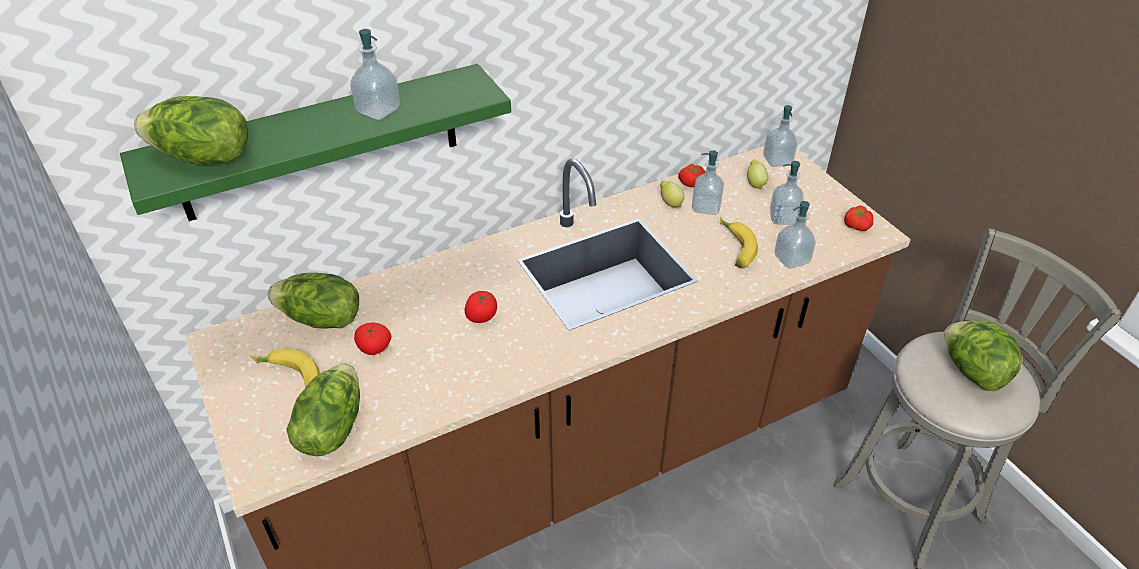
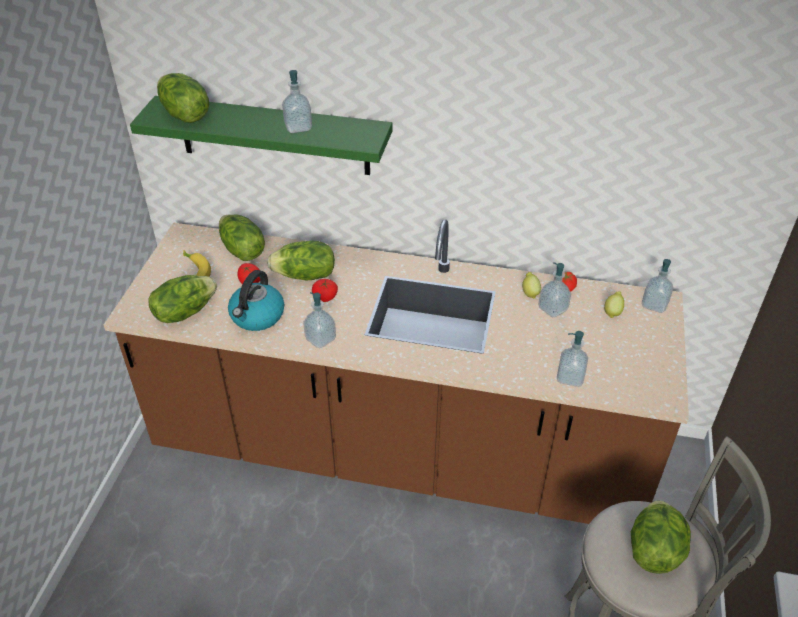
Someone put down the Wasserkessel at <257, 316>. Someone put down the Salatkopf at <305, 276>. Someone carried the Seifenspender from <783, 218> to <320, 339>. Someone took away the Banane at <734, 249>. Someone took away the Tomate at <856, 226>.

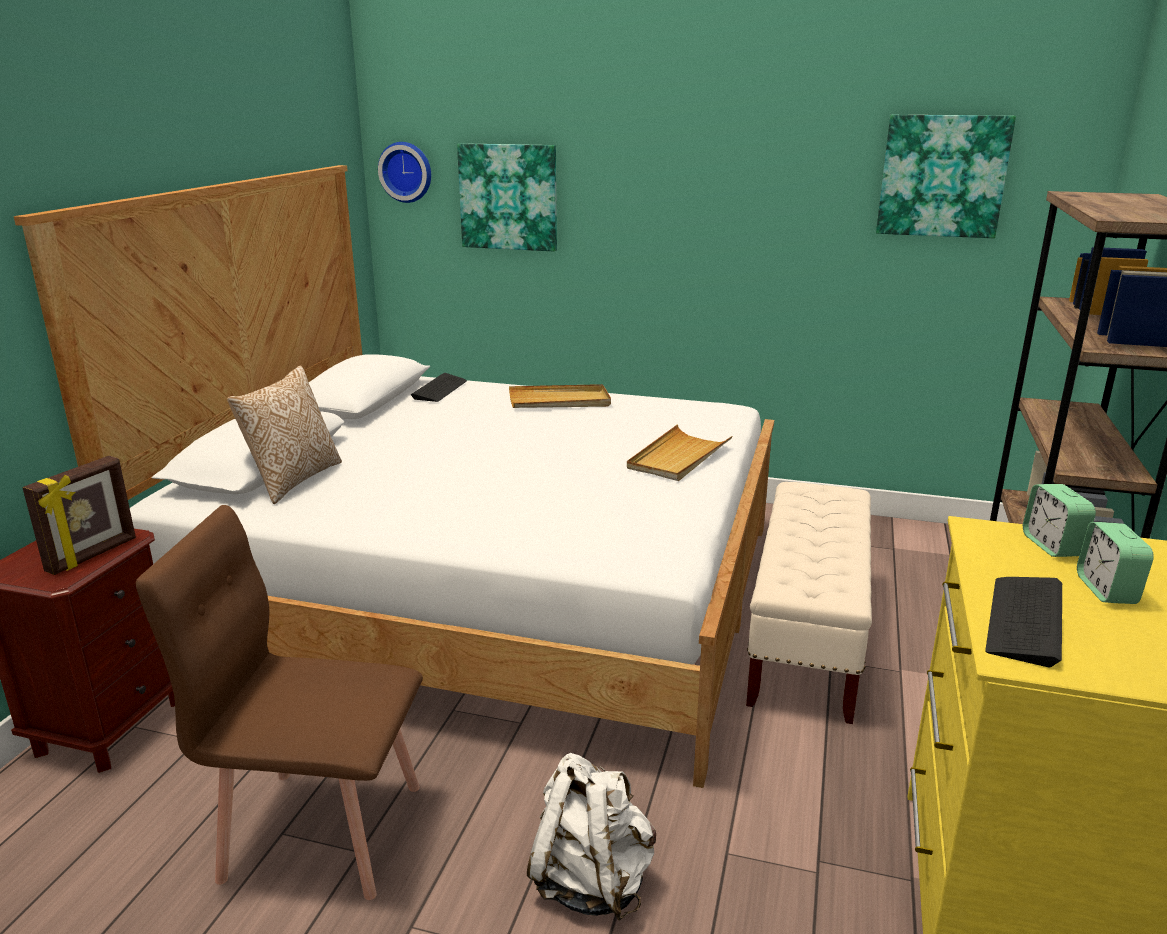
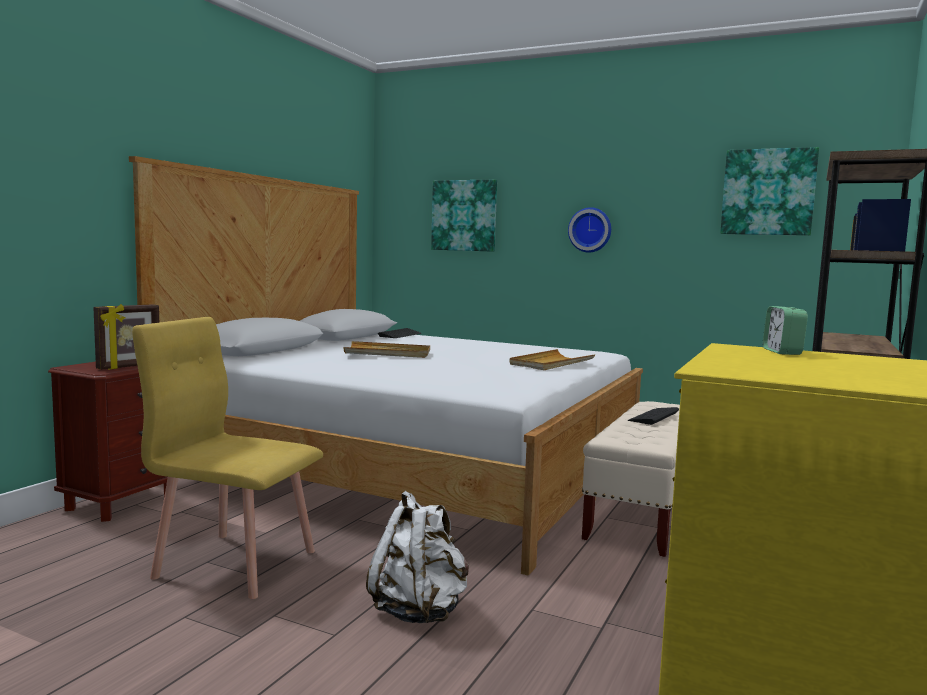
Someone repainted the Stuhl (braun) at <322, 830>, which became the Stuhl (gelb) at <235, 563>. Someone carried the Tablett (beige) from <559, 401> to <388, 353>. Someone carried the Wanduhr from <406, 172> to <590, 230>. Someone carried the Tastatur from <1024, 620> to <653, 416>. Someone took away the Kissen at <293, 480>. Someone took away the Wecker at <1106, 590>.

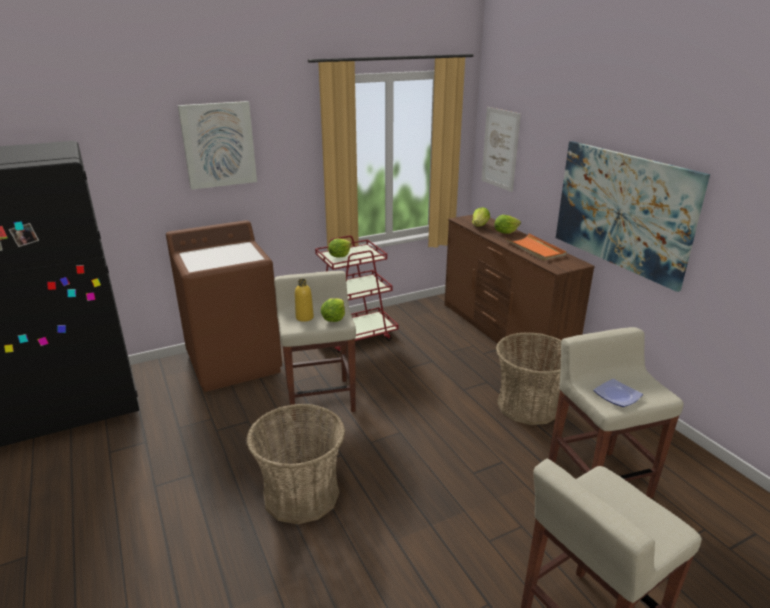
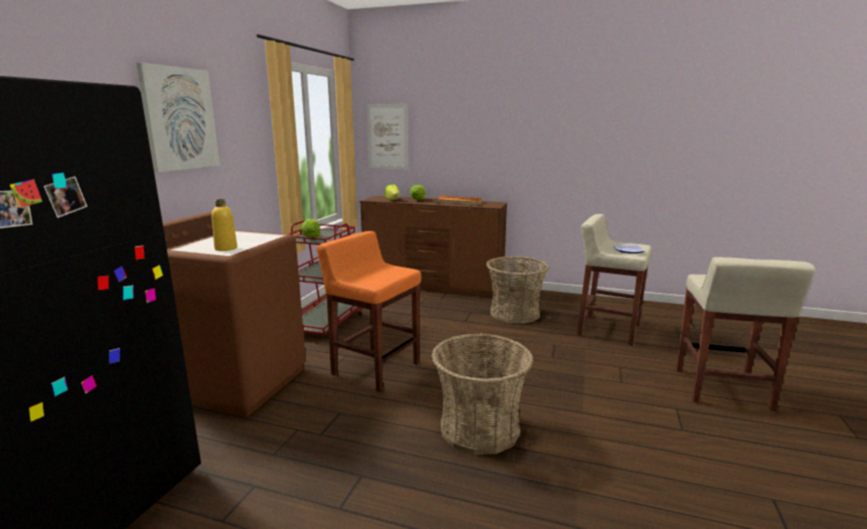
Someone carried the Flasche (gelb) from <304, 317> to <226, 248>. Someone repainted the Hocker (beige) at <320, 398>, which became the Hocker (orange) at <375, 368>. Someone took away the Salatkopf at <334, 319>. Someone took away the Bild at <622, 210>.

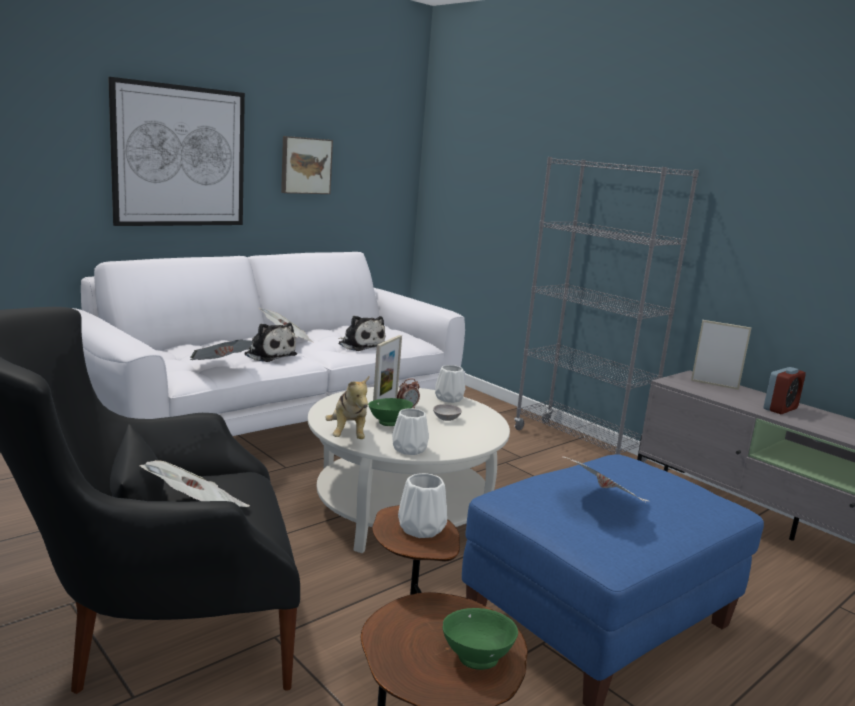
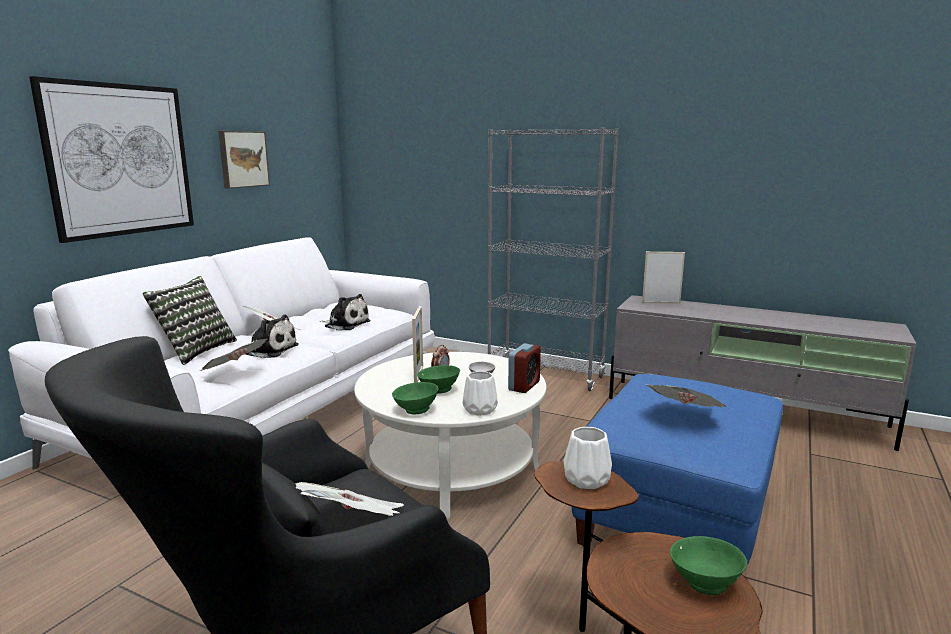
Someone put down the Kissen at <195, 351>. Someone swapped the Plüschtier at <348, 435> for the Schüssel (grün) at <415, 410>. Someone carried the Wecker from <780, 409> to <524, 386>. Someone took away the Vase (weiß) at <448, 398>.

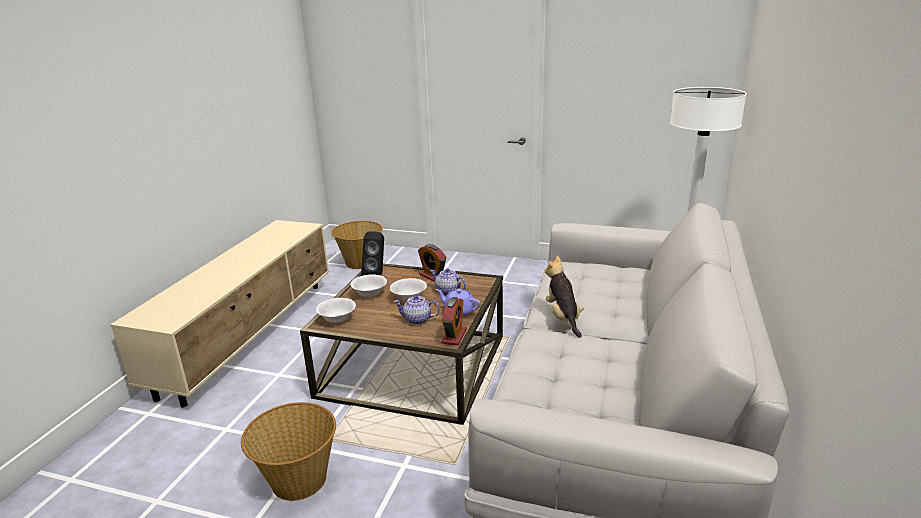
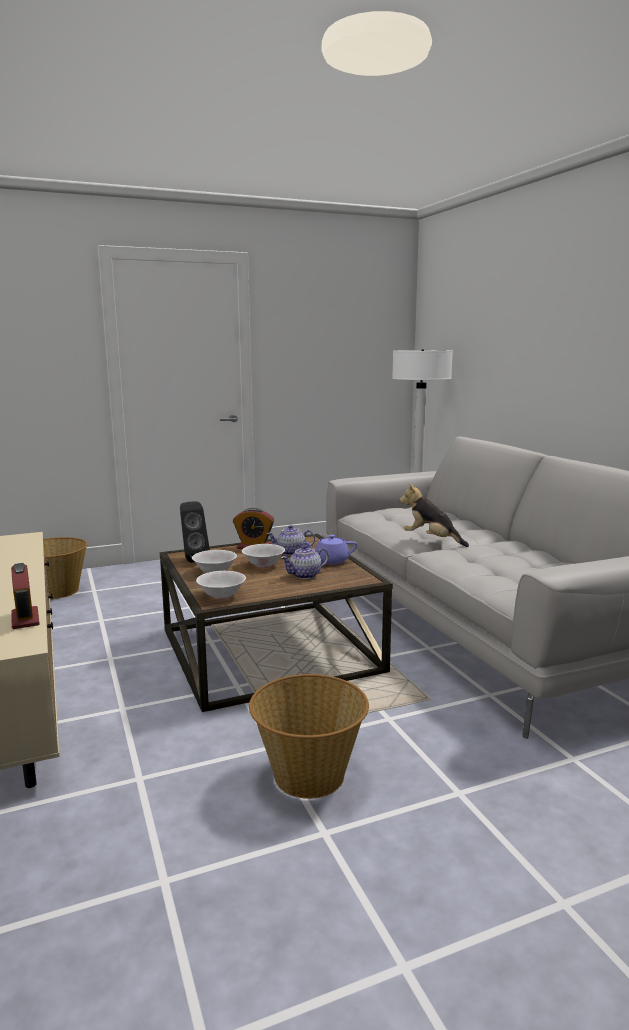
Someone carried the Wecker from <454, 336> to <25, 619>.

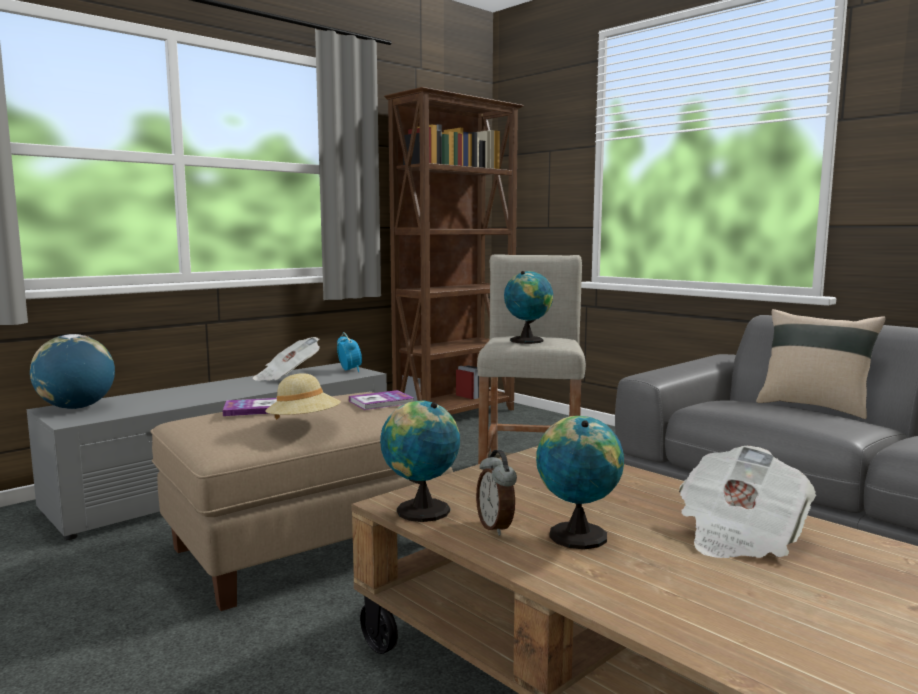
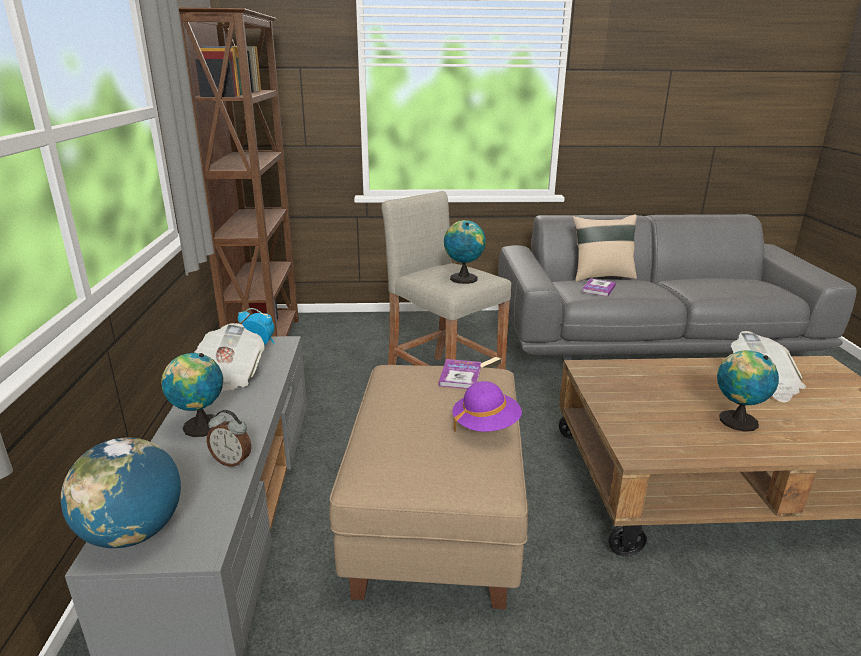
Someone carried the Globus from <419, 510> to <199, 427>. Someone carried the Wecker from <496, 527> to <232, 461>. Someone repainted the Hut (beige) at <304, 424>, which became the Hut (lila) at <486, 425>. Someone carried the Buch from <254, 409> to <598, 288>.

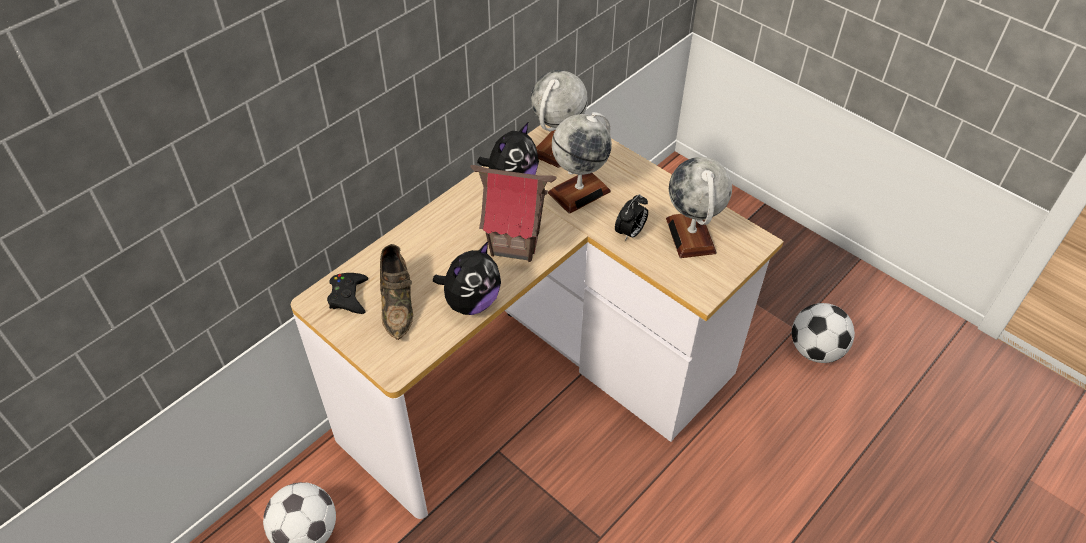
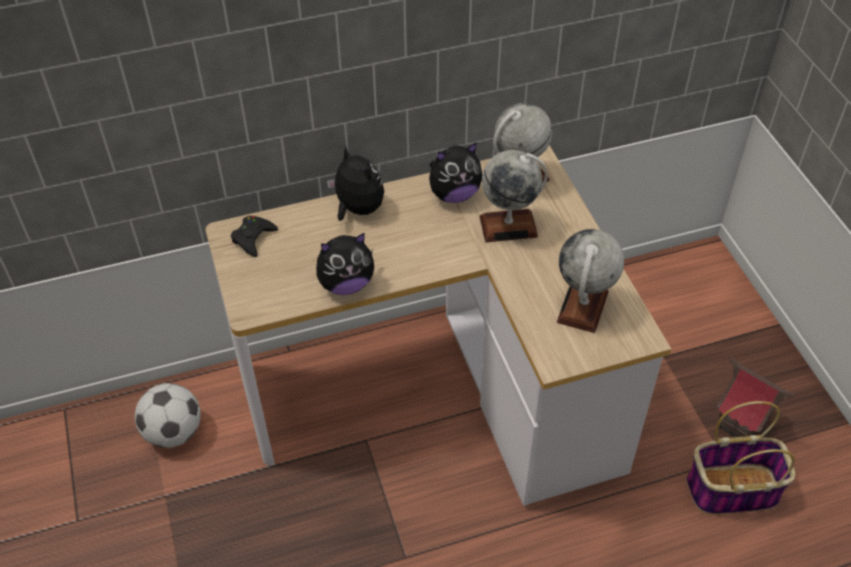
Someone put down the Plüschtier at <357, 209>. Someone swapped the Fußball at <815, 350> for the Korb at <731, 490>. Someone carried the Spielzeughaus from <514, 243> to <741, 424>. Someone took away the Schuh (braun) at <398, 303>. Someone took away the Wecker at <630, 233>.

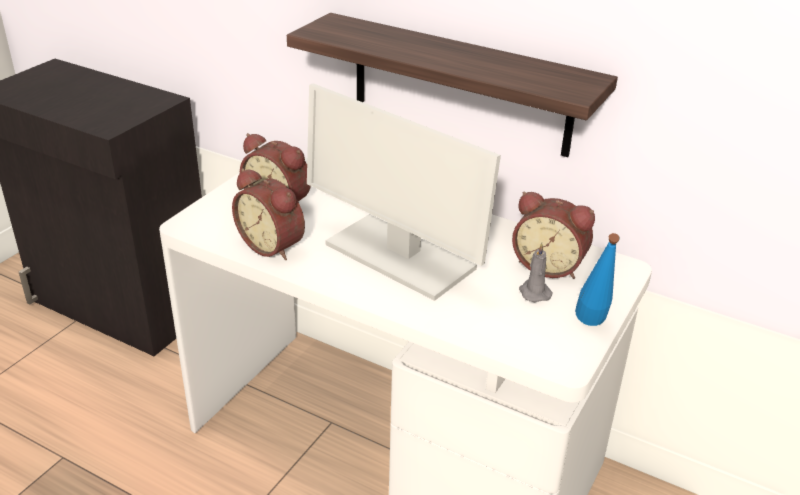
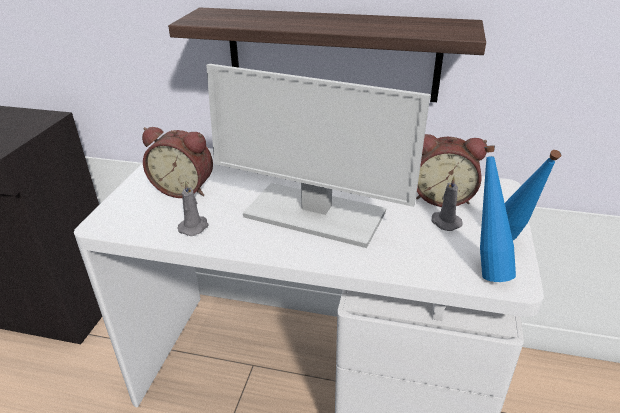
Someone swapped the Wecker at <273, 245> for the Kerze (grau) at <194, 227>. Someone put down the Flasche (blau) at <485, 268>.

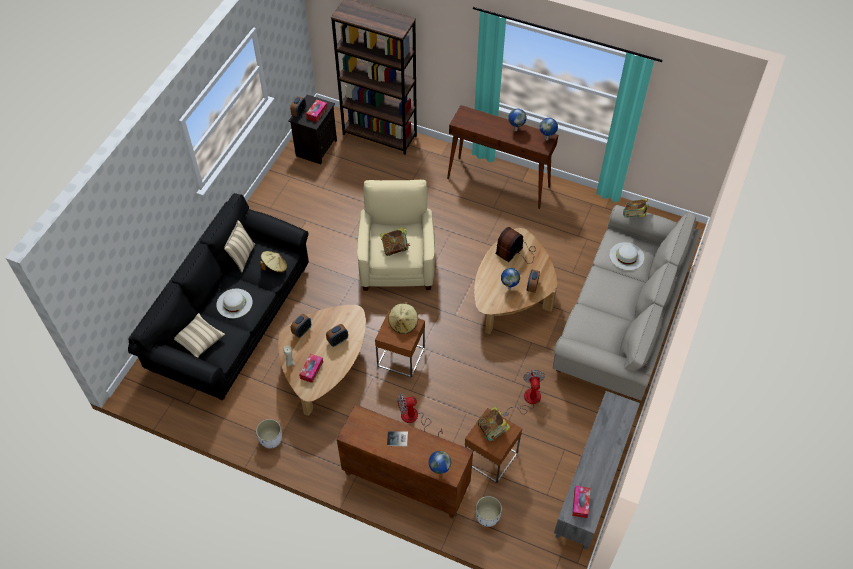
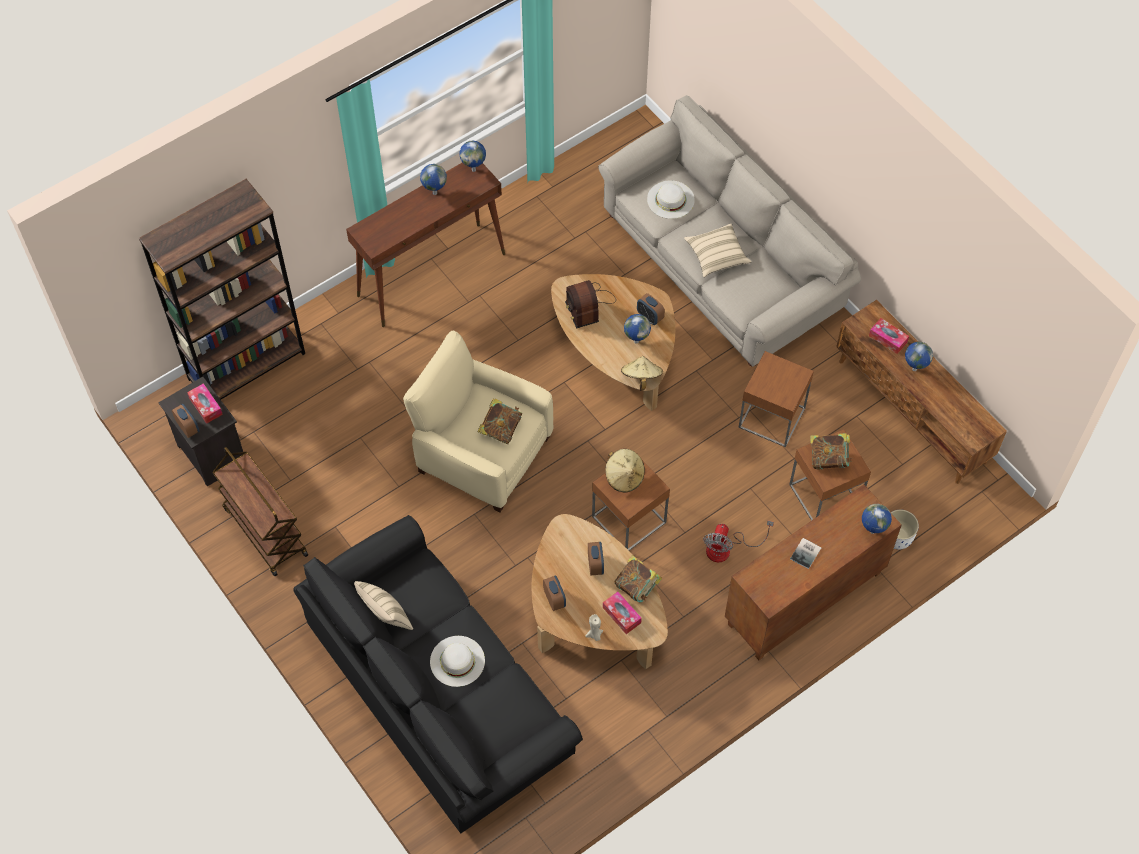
Someone put down the Rollwagen (braun) at <265, 531>. Someone carried the Buch from <634, 215> to <637, 586>. Someone carried the Hut (beige) from <274, 267> to <641, 378>. Someone carried the Kissen (beige) from <199, 340> to <716, 256>. Someone swapped the Ventilator at <527, 400> for the Beistelltisch (braun) at <772, 417>. Someone repainted the Fernsehschrank (grau) at <593, 482>, which became the Fernsehschrank (braun) at <912, 411>. Someone carried the Taschentuchbox from <580, 503> to <888, 339>. Someone put down the Globus at <913, 369>. Someone took away the Pflanzkübel (weiß) at <270, 439>.

